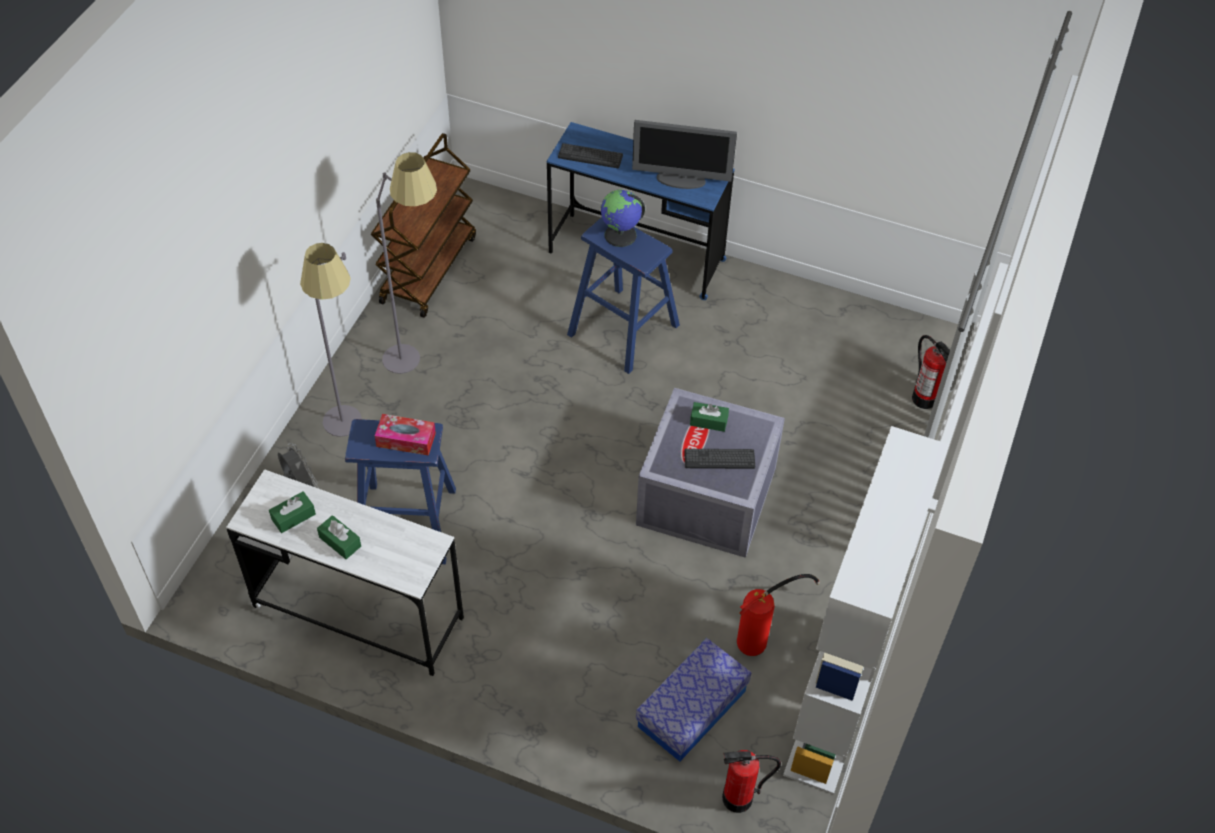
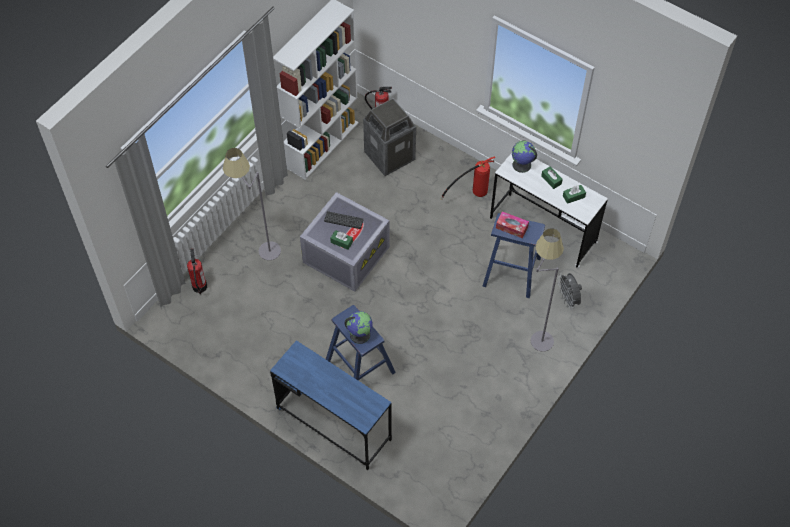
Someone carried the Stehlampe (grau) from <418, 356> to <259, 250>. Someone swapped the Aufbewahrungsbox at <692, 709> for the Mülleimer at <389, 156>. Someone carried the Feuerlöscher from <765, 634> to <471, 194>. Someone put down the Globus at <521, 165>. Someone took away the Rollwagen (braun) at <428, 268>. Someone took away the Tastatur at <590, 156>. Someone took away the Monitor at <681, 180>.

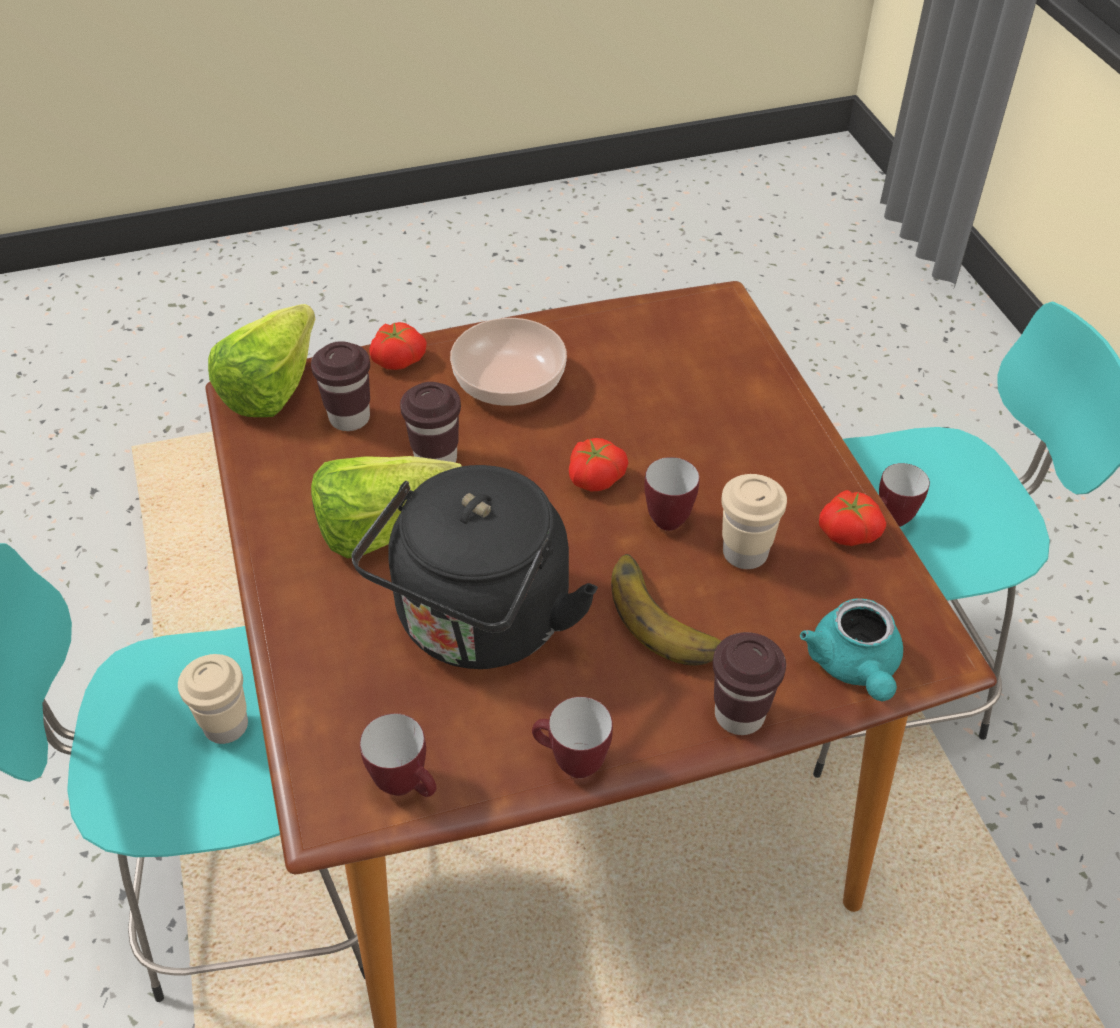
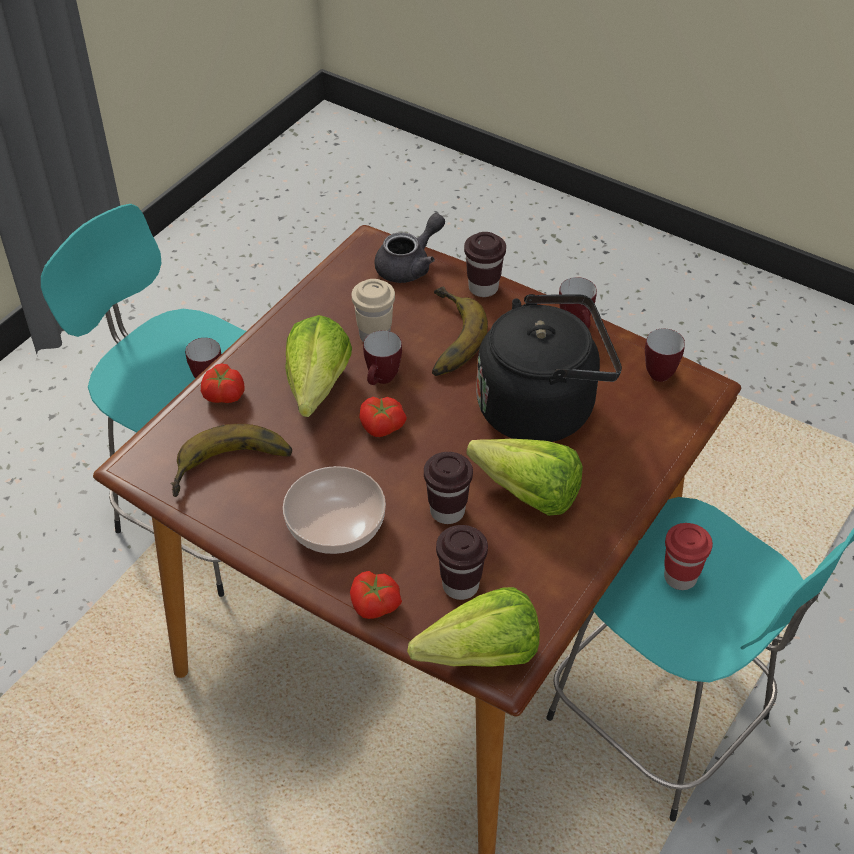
Someone put down the Banane at <233, 470>. Someone carried the Tomate from <848, 531> to <223, 395>. Someone put down the Salatkopf at <313, 394>. Someone repainted the Teekanne (türkis) at <854, 667>, which became the Teekanne (grau) at <410, 265>. Someone repainted the Tasse (beige) at <226, 726>, which became the Tasse (rot) at <680, 577>.

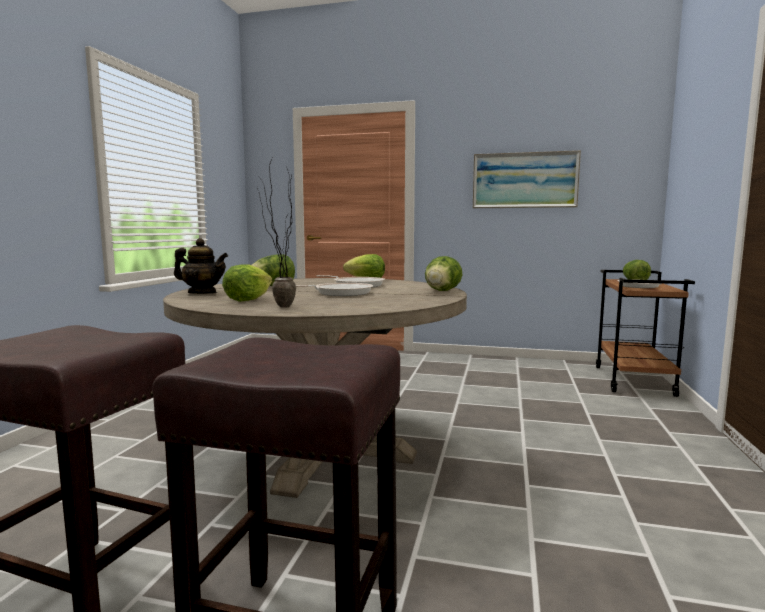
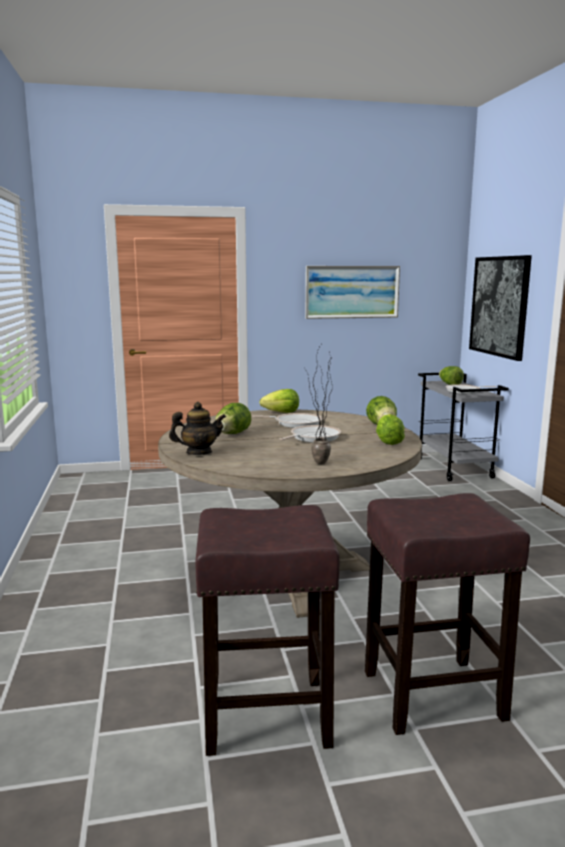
Someone carried the Salatkopf from <248, 300> to <388, 442>. Someone repainted the Rollwagen (braun) at <634, 381>, which became the Rollwagen (grau) at <455, 468>. Someone put up the Bild at <499, 306>.

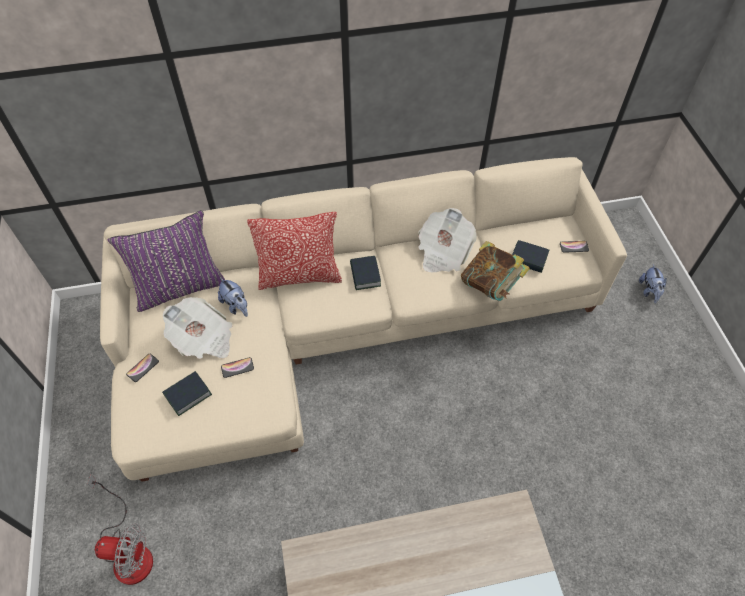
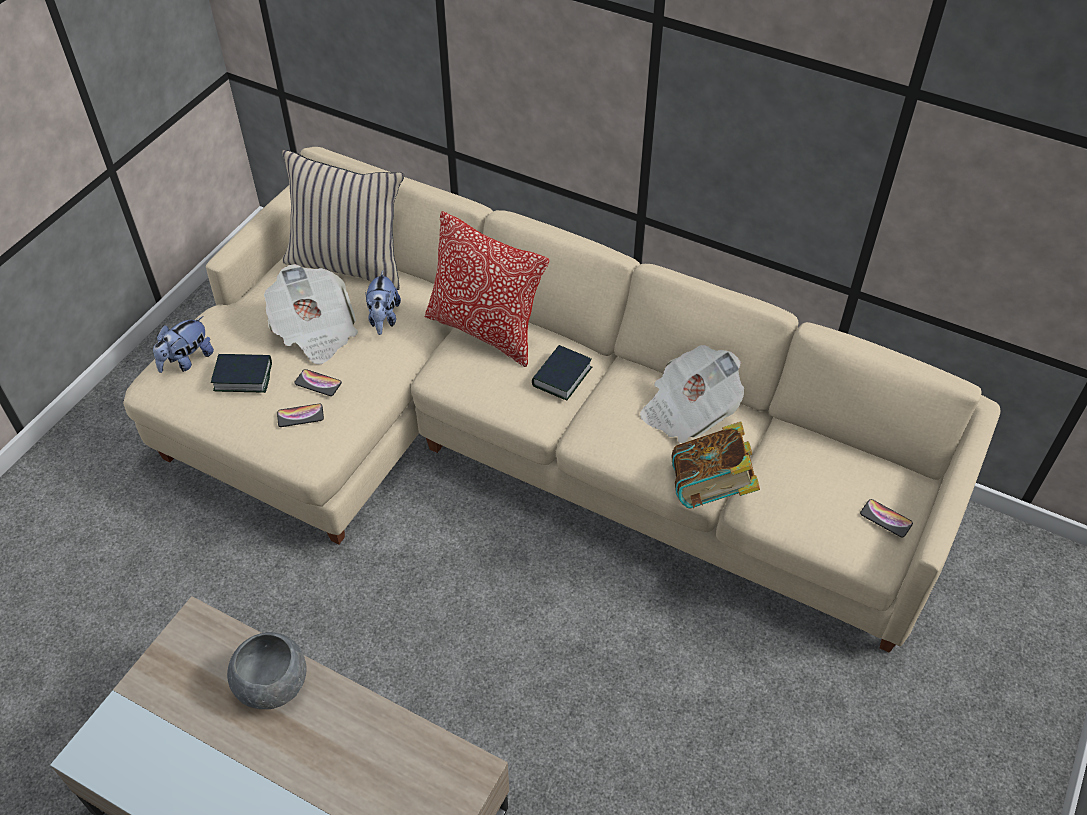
Someone carried the Plüschtier from <649, 291> to <187, 360>. Someone put down the Schüssel (grau) at <273, 683>. Someone carried the Handy from <143, 368> to <300, 416>. Someone repainted the Kissen (lila) at <180, 287>, which became the Kissen (beige) at <348, 263>. Someone took away the Ventilator at <128, 551>. Someone took away the Buch at <528, 259>.

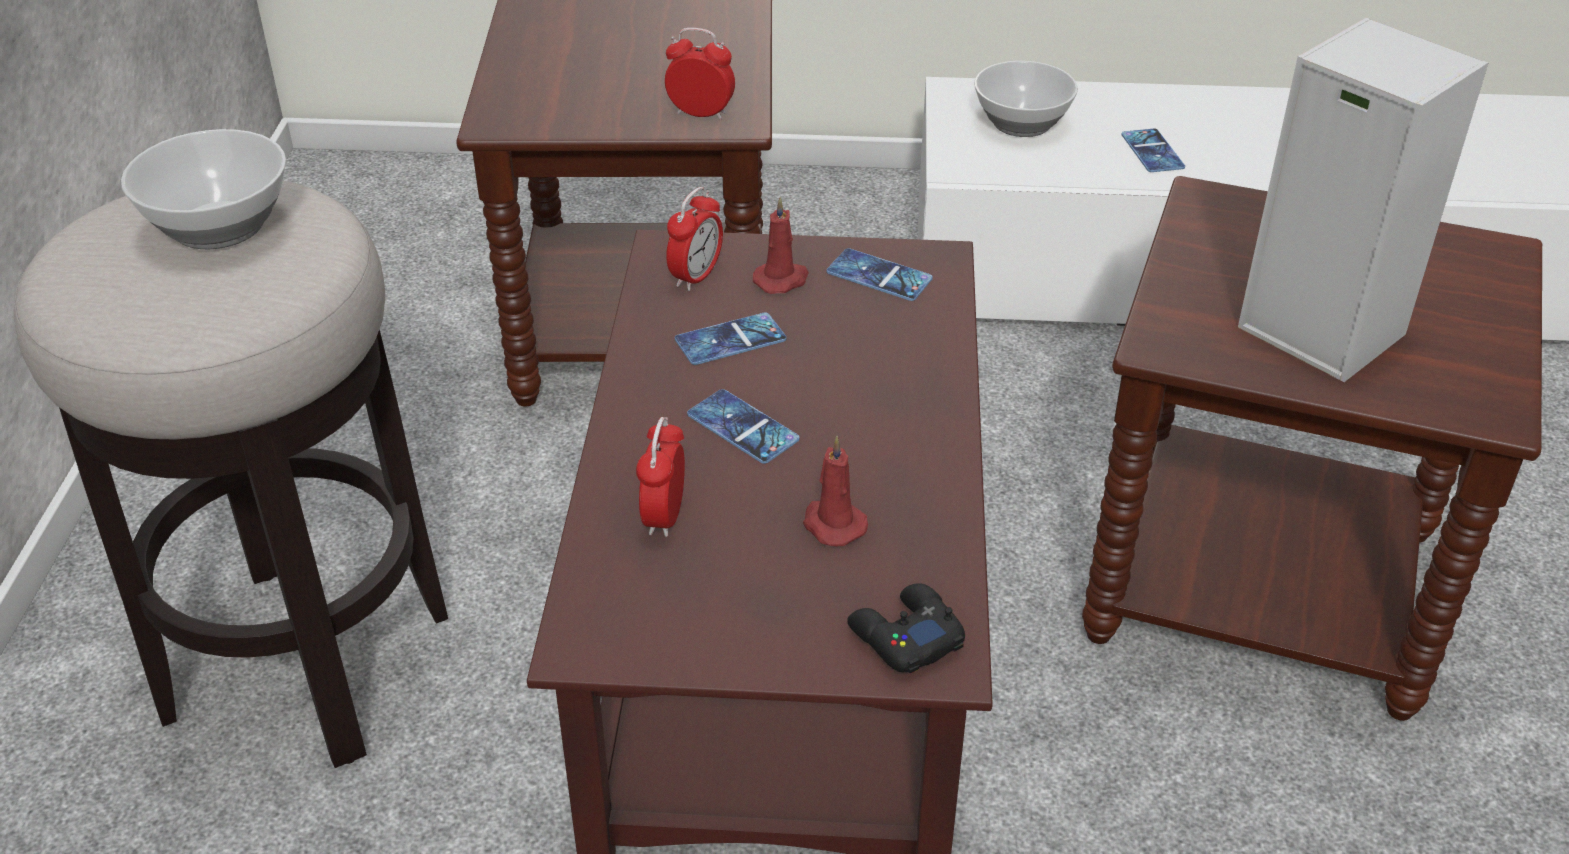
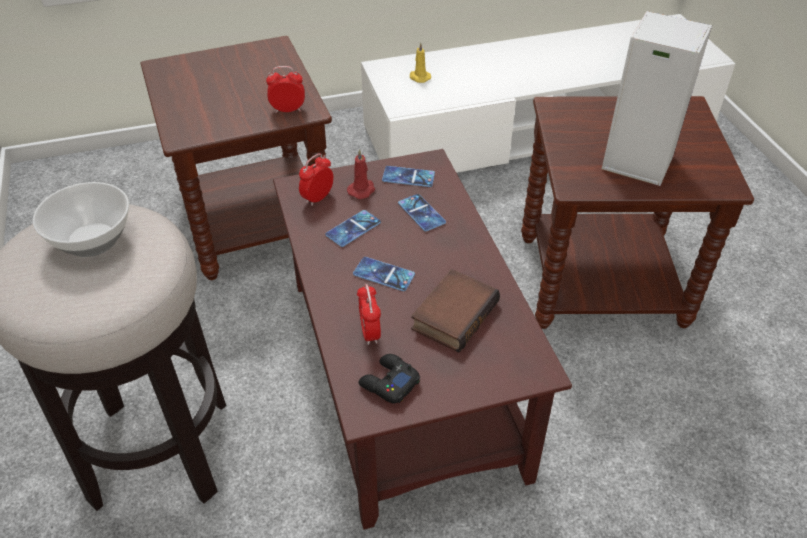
Someone rotated the Wecker at <696, 276> by 150 degrees counterclockwise. Someone carried the Gamepad (schwarz) from <905, 637> to <389, 383>. Someone carried the Handy from <1152, 151> to <421, 213>. Someone swapped the Schüssel at <1022, 122> for the Kerze (gelb) at <419, 77>. Someone swapped the Kerze (rot) at <832, 524> for the Buch at <453, 314>.

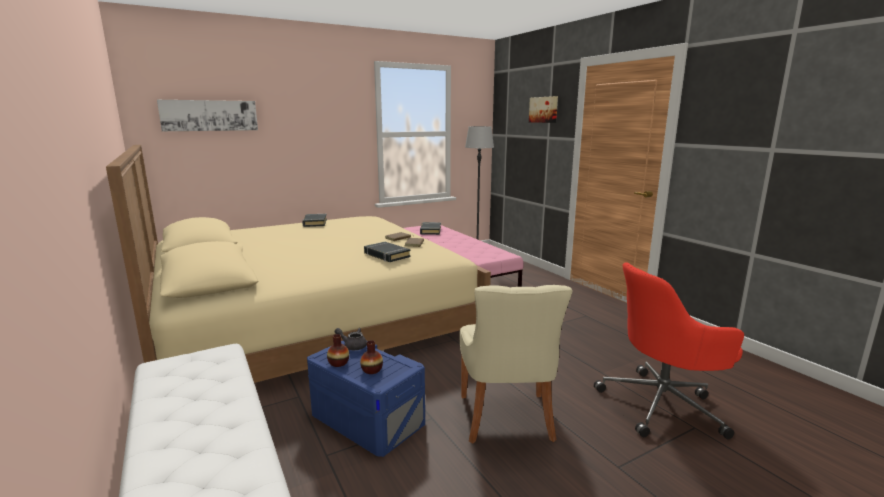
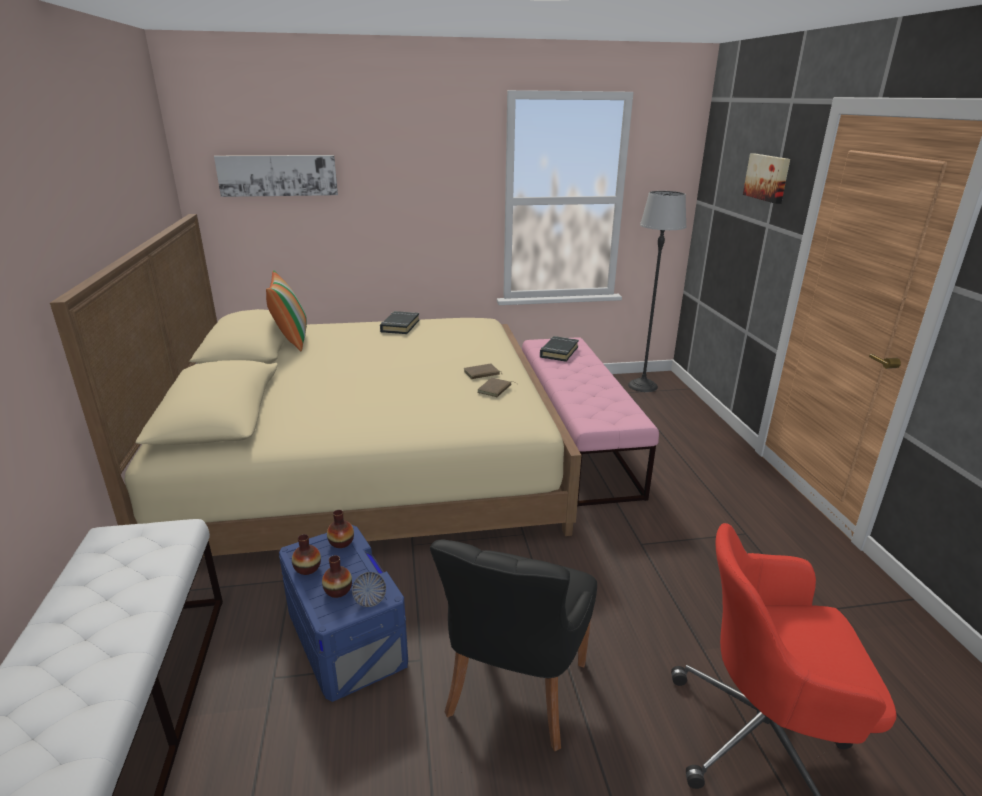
Someone put down the Kissen at <291, 340>. Someone swapped the Teekanne (grau) at <352, 345> for the Vase at <341, 542>. Someone put down the Schüssel at <369, 599>. Someone repainted the Stuhl (beige) at <507, 419>, which became the Stuhl (schwarz) at <514, 692>. Someone took away the Buch (schwarz) at <386, 255>.

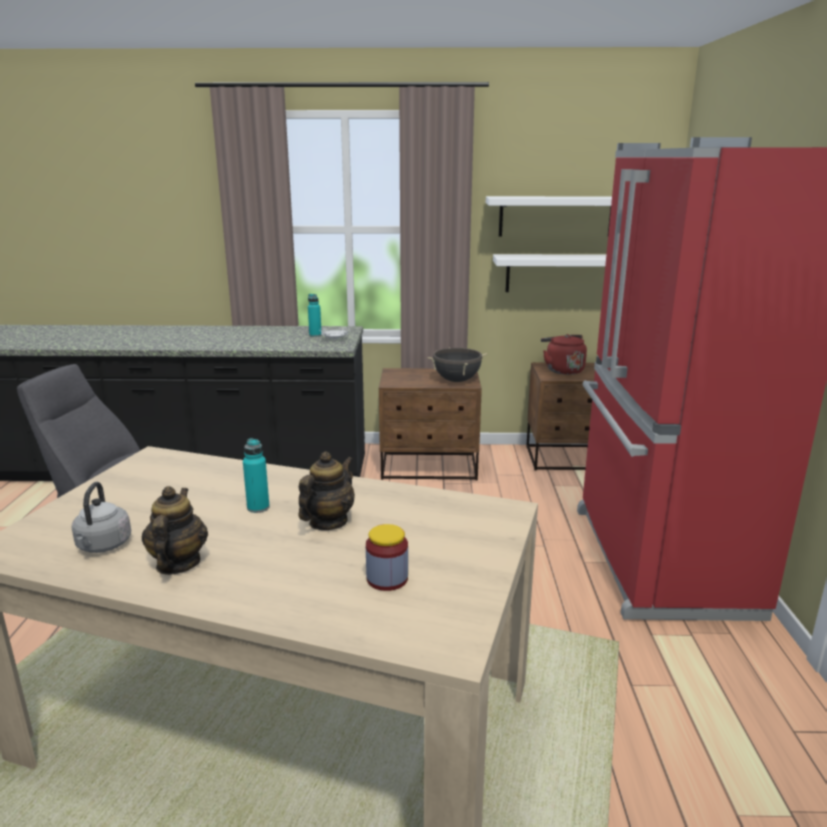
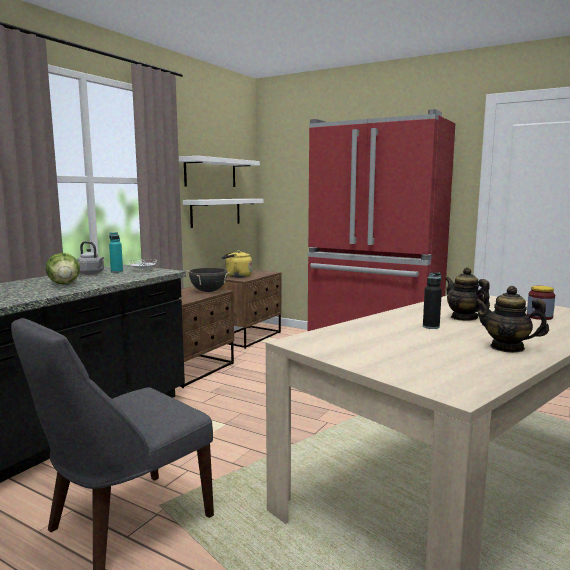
Someone put down the Salatkopf at <64, 284>. Someone carried the Wasserkessel (grau) from <103, 546> to <92, 273>. Someone repainted the Wasserkessel (rot) at <562, 370>, which became the Wasserkessel (gelb) at <237, 276>. Someone repainted the Flasche (türkis) at <258, 507>, which became the Flasche (schwarz) at <431, 327>.

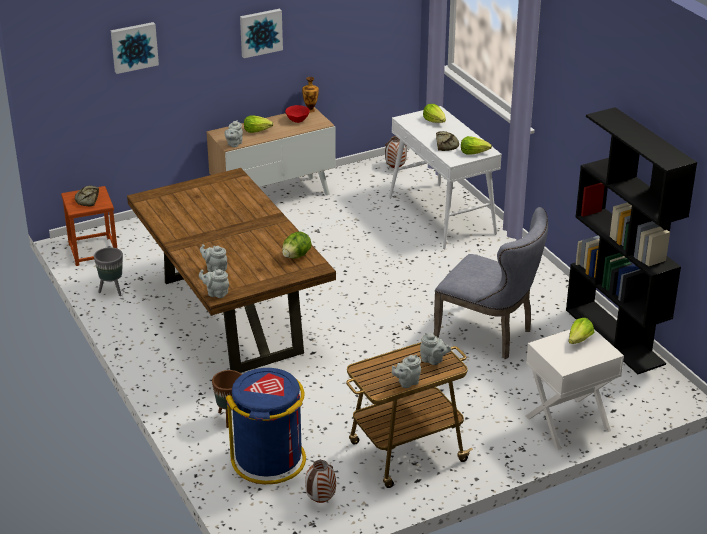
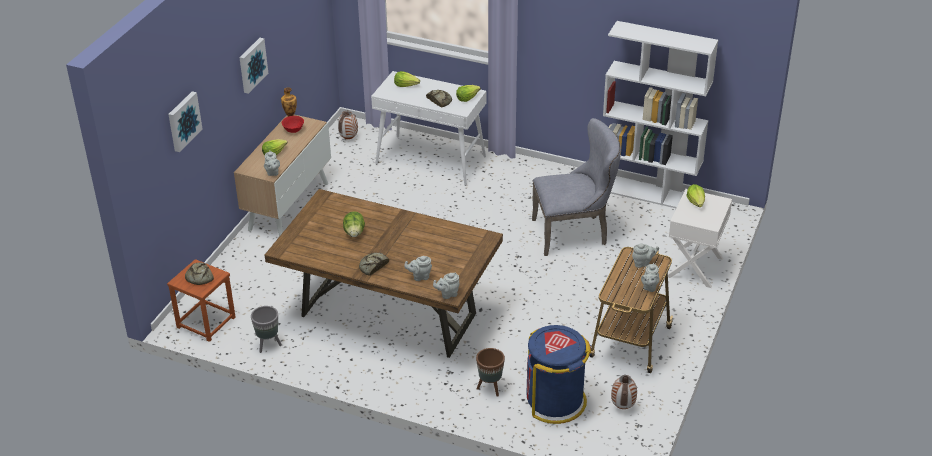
Someone carried the Salatkopf from <296, 256> to <354, 233>. Someone put down the Brot at <373, 266>. Someone repainted the Bücherregal (schwarz) at <615, 337>, which became the Bücherregal (weiß) at <649, 193>.

